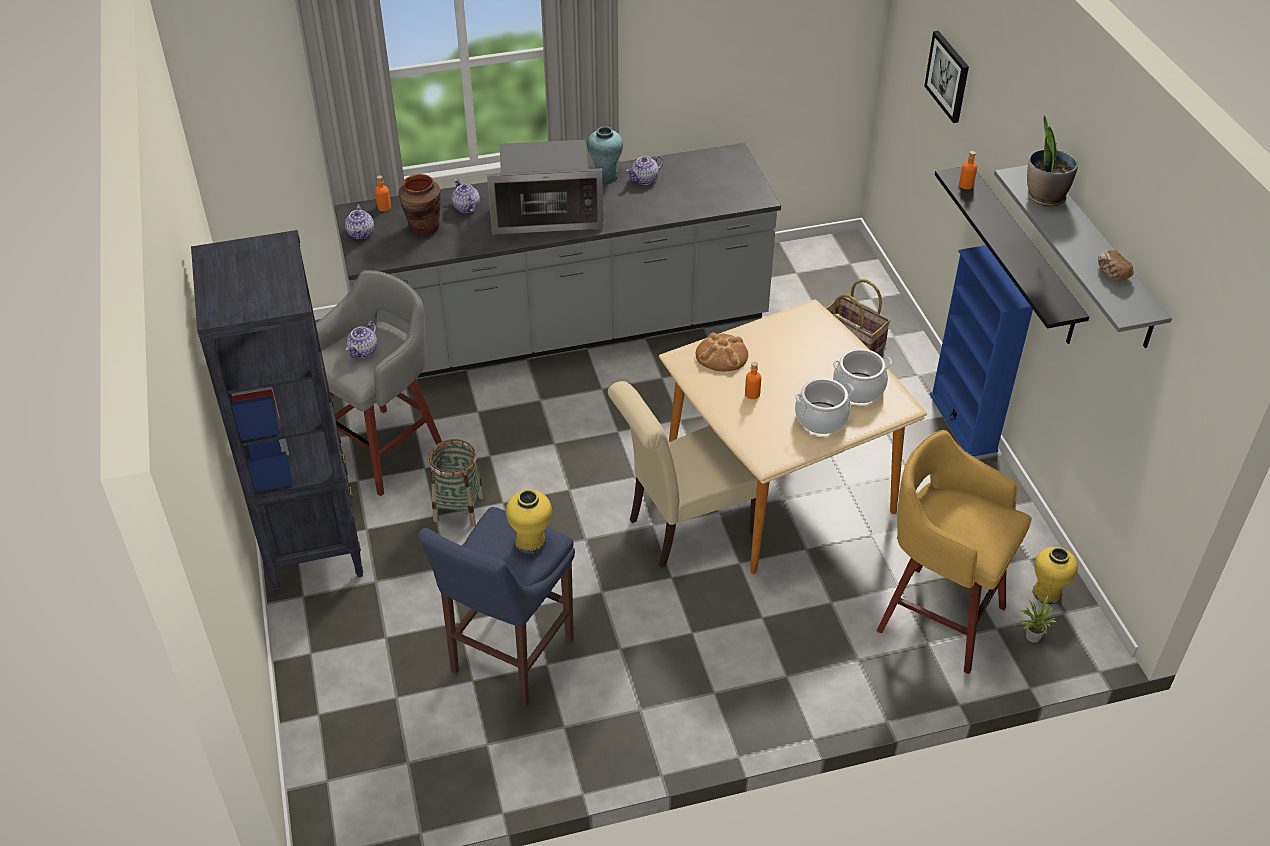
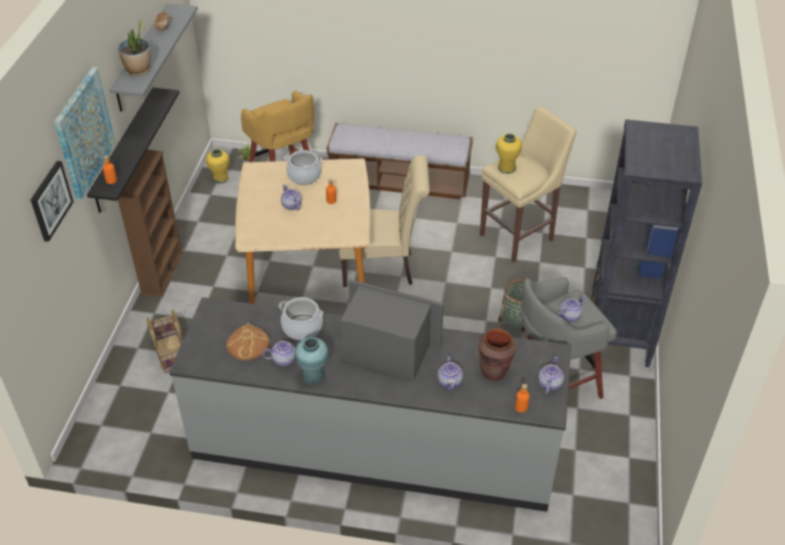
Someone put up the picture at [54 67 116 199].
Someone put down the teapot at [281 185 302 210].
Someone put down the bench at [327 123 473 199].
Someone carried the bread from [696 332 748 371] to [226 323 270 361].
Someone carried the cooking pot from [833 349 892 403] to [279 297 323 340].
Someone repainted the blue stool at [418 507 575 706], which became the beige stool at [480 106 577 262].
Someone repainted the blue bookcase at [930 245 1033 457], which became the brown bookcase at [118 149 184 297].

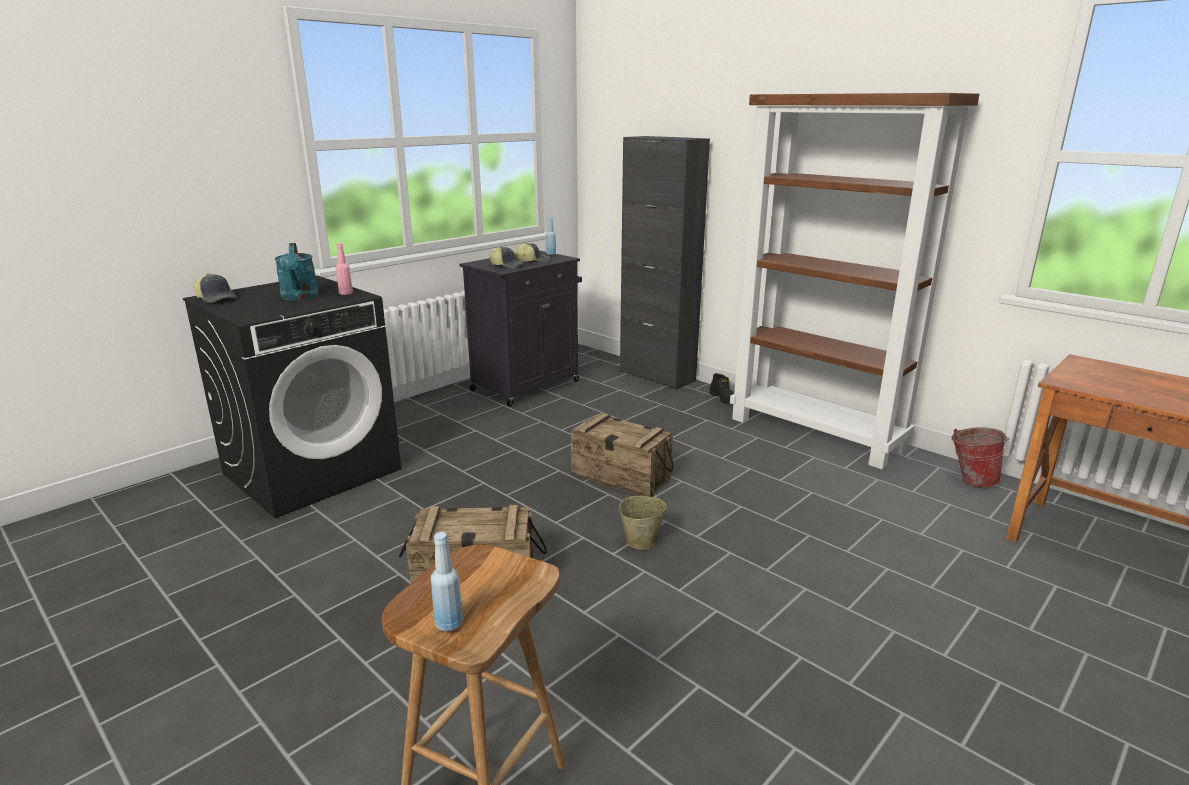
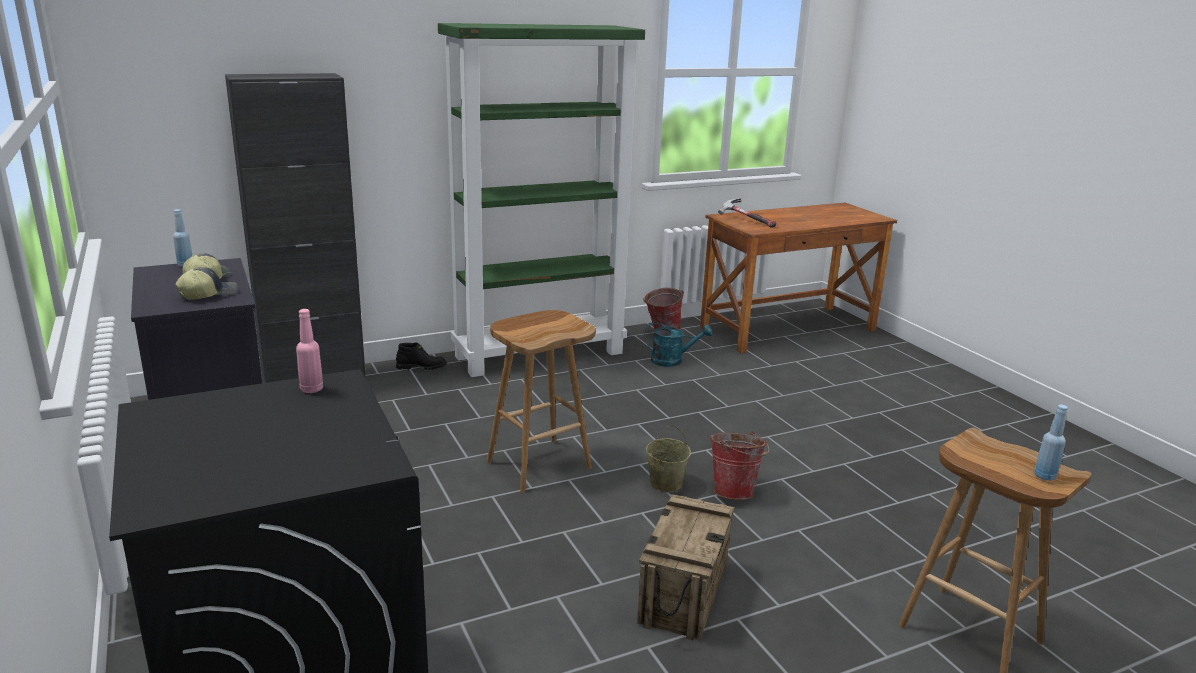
Someone took away the cap at [194 273 237 303].
Someone put down the bucket at [710 431 770 500].
Someone put down the hammer at [718 198 776 228].
Someone carried the turquoise watering can from [275 243 319 301] to [645 322 713 367].
Someone swapped the crate at [571 413 674 497] for the brown stool at [487 310 596 492].
Someone repainted the brown bookcase at [730 93 980 469], which became the green bookcase at [438 23 645 377].

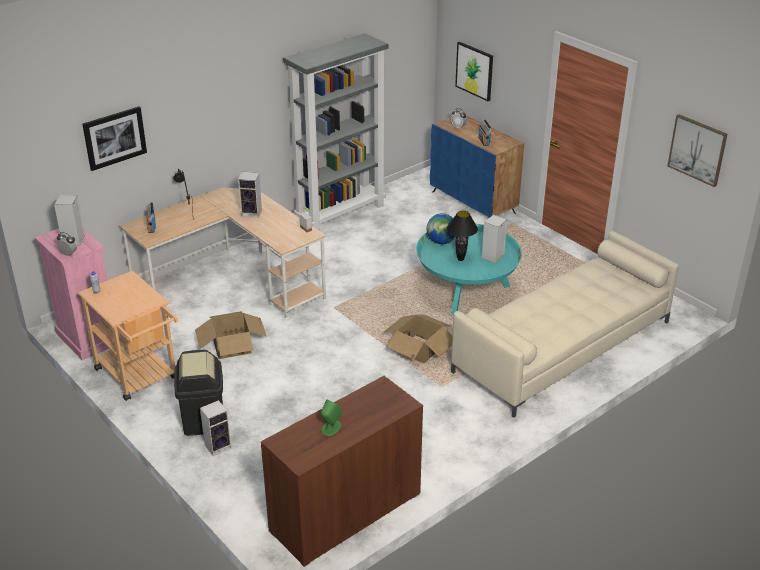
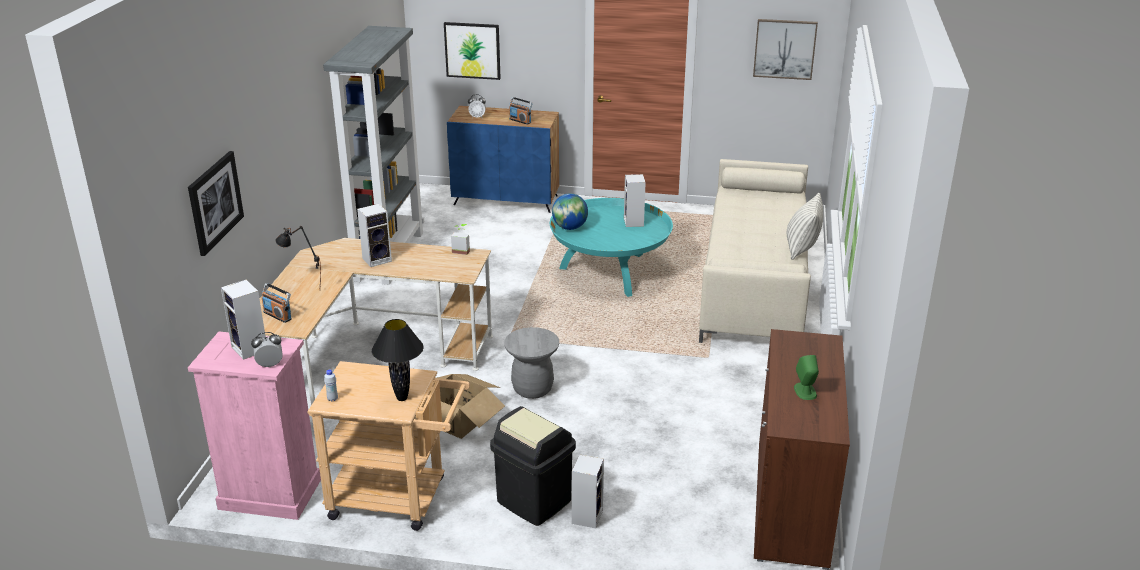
Someone took away the cardboard box at [383 315 452 364].
Someone put down the grey stool at [504 327 559 399].
Someone put down the pillow at [787 193 823 260].
Someone carried the black table lamp from [447 211 478 261] to [372 319 424 401].

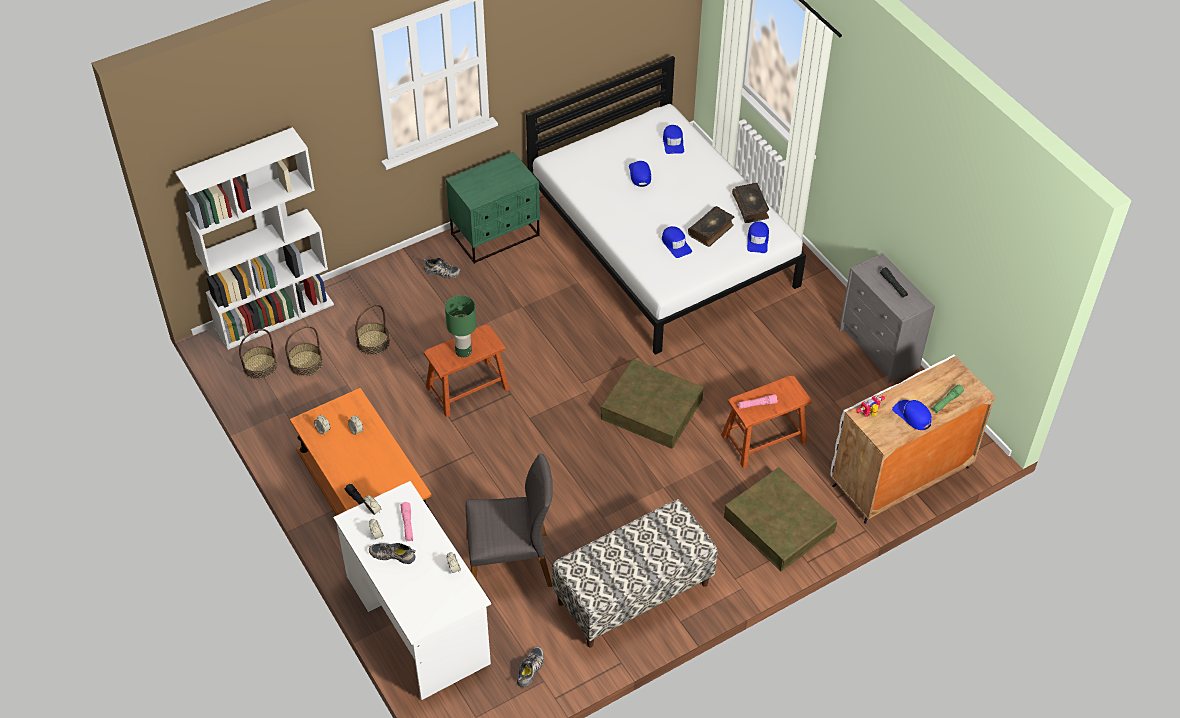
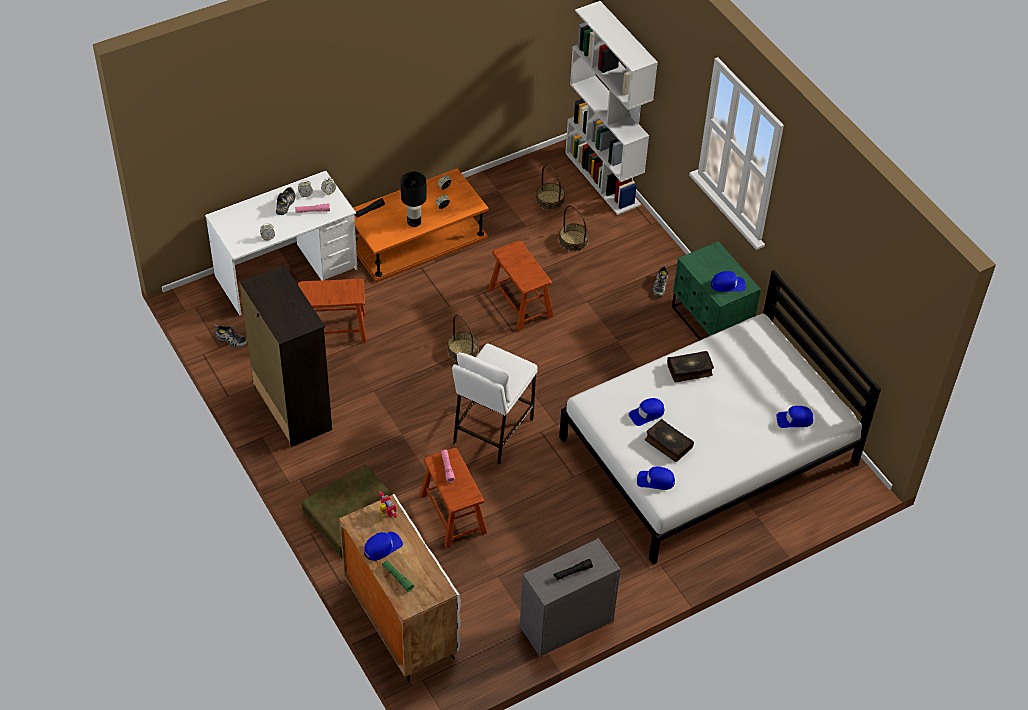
Someone took away the green table lamp at [445 295 476 357].
Someone put down the black table lamp at [401 172 427 227].
Someone carried the basket from [239 329 277 379] to [447 314 479 362].
Someone carried the blue cap from [629 161 651 187] to [711 271 746 292].
Someone carried the book from [732 183 769 223] to [667 351 714 382].
Someone swapped the grey chair at [466 453 553 587] for the brown stool at [298 279 367 343].
Someone swapped the bench at [552 499 718 648] for the black dresser at [239 265 332 447].
Someone swapped the brown storage box at [600 359 704 449] for the white stool at [452 343 538 465].

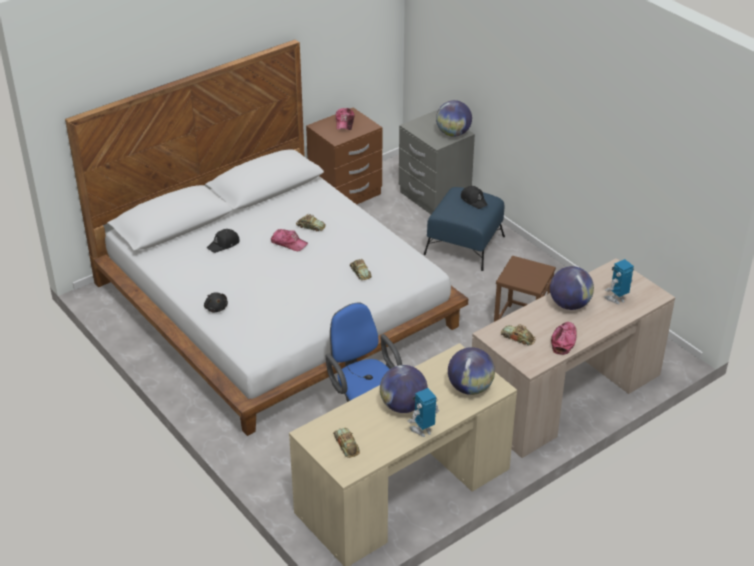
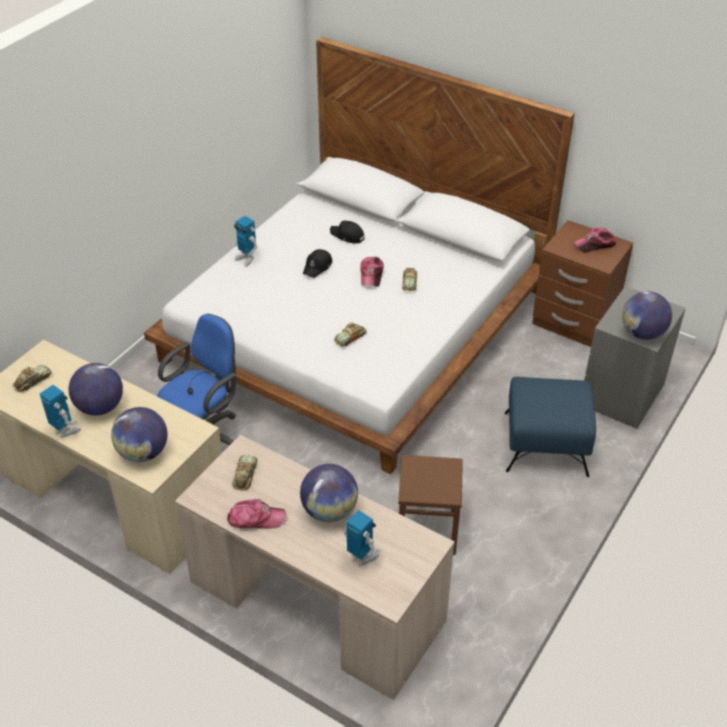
Someone carried the black cap from [461 186 488 209] to [303 249 332 278].
Someone swapped the black plush toy at [204 292 228 312] for the toy robot at [233 216 257 267].

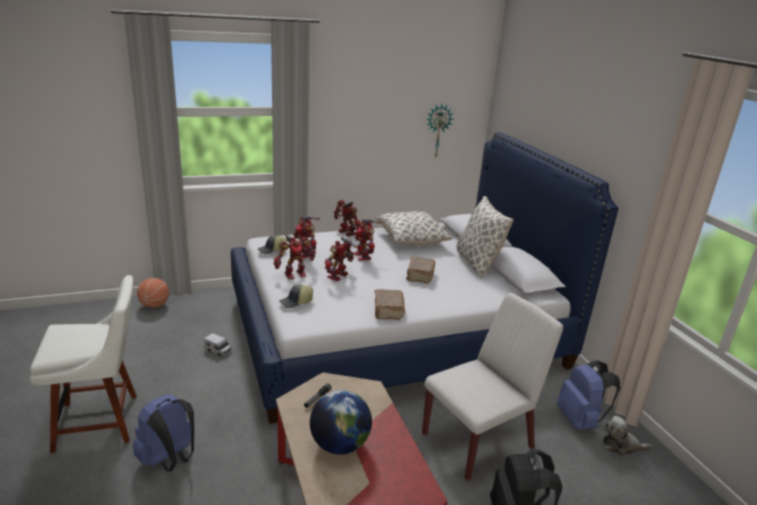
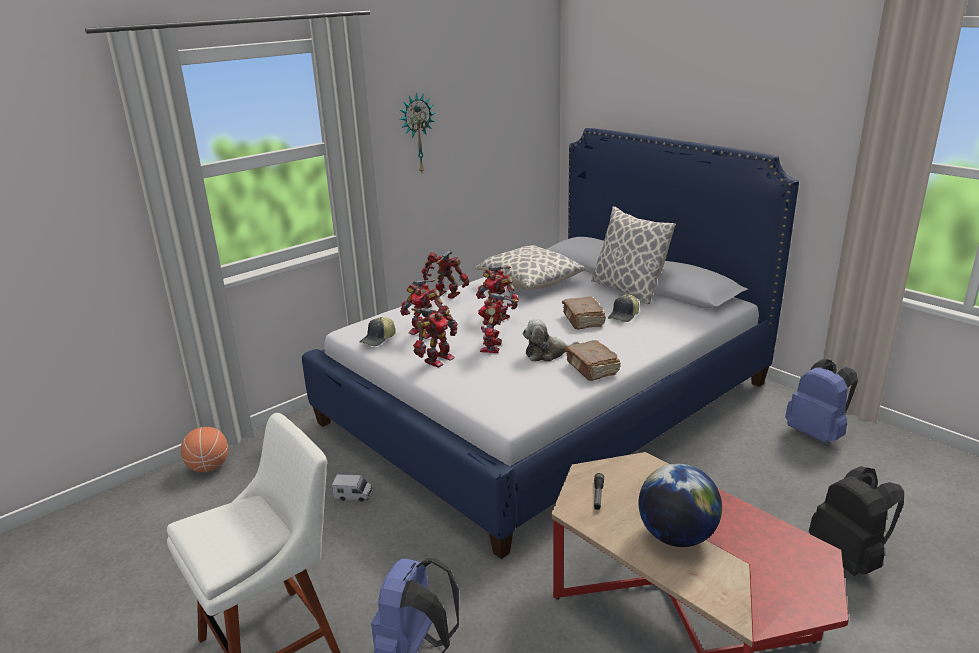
Someone took away the white chair at [422 292 563 481].
Someone carried the cap from [279 285 313 308] to [608 295 639 322].
Someone carried the wall clock from [426 104 453 157] to [400 92 435 172].
Someone carried the plush toy from [603 416 652 456] to [523 319 579 362].

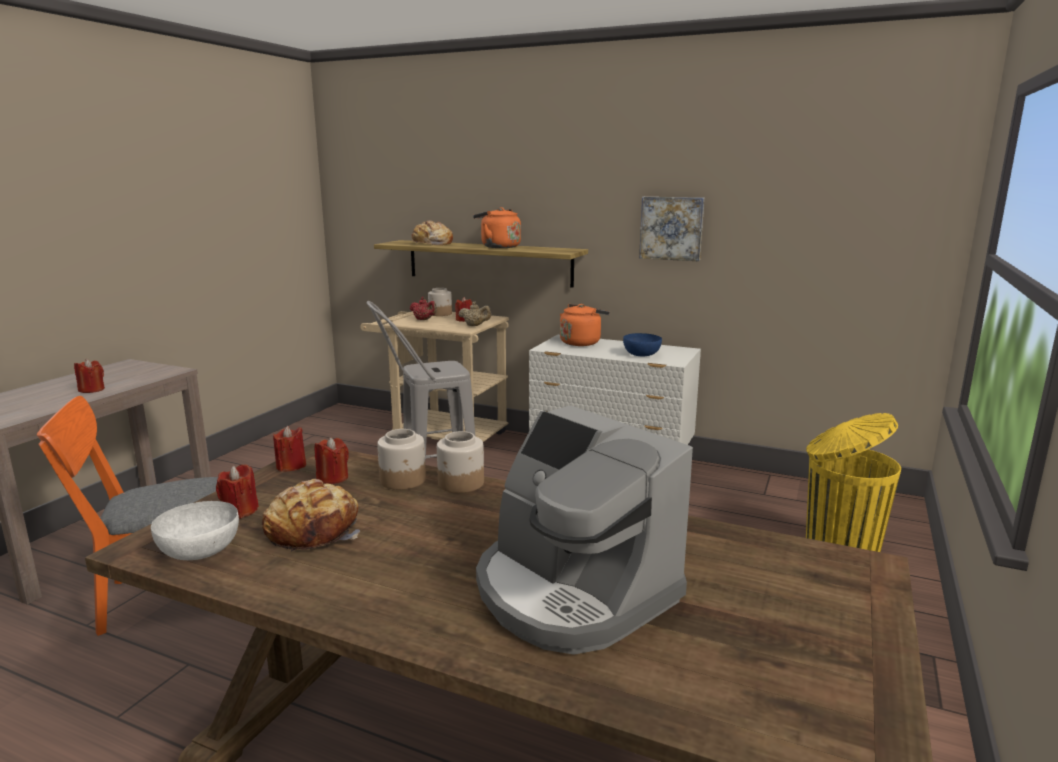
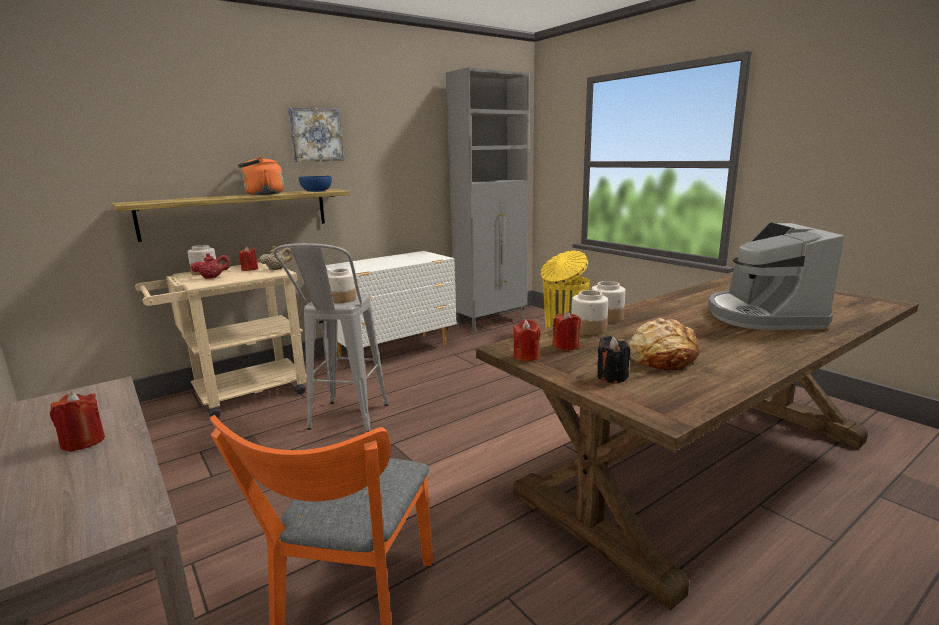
Someone took away the white bowl at [151 501 239 560].
Someone took away the bread at [411 221 453 245].
Someone took away the orange kettle at [560 304 609 346].
Someone put down the jar at [328 269 356 303].
Someone put down the grey cabinet at [446 67 529 333].
Someone carried the blue bowl from [623 333 662 356] to [299 176 332 192].
Someone carried the picture from [639 197 704 261] to [288 108 344 162].
Someone repainted the red candle at [216 464 259 519], which became the black candle at [597 336 630 383].
Someone rotated the coffee machine at [476 405 693 655] by 105 degrees clockwise.

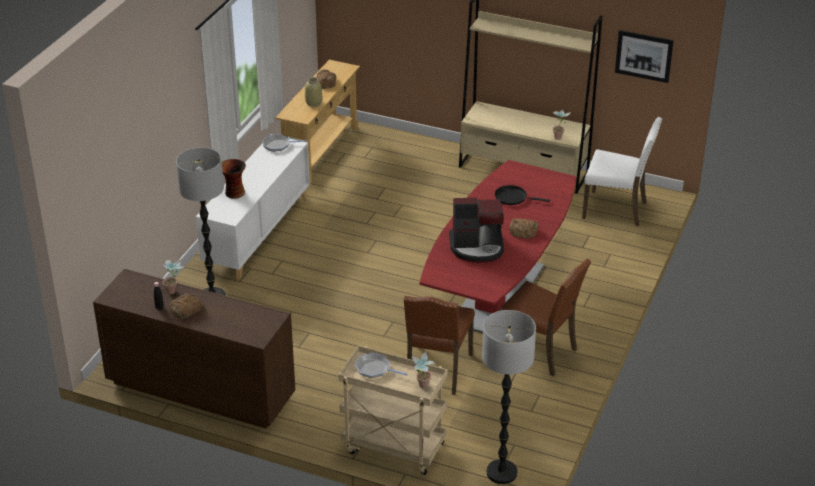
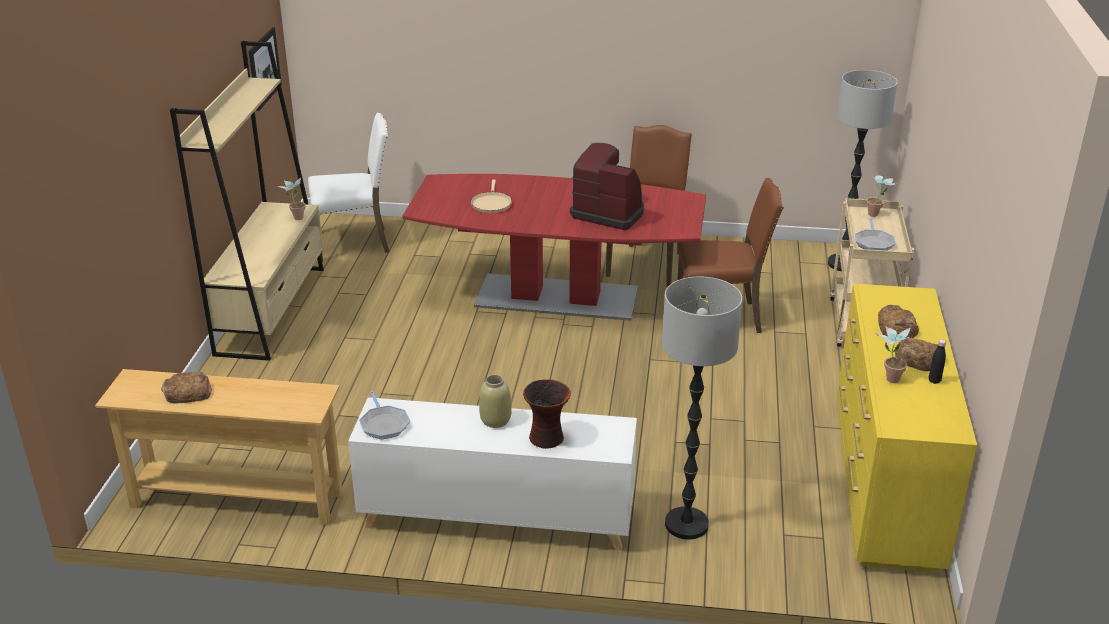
Someone carried the beige vase from [305 77 322 107] to [479 374 511 428].
Someone carried the bread from [509 218 539 239] to [878 305 919 339].
Someone repainted the brown dresser at [93 269 295 429], which became the yellow dresser at [837 284 977 573].
Someone repainted the black frying pan at [495 185 550 205], which became the beige frying pan at [471 179 512 213].
Someone rotated the coffee machine at [449 198 504 263] by 45 degrees counterclockwise.
Someone rotated the white chair at [582 117 662 226] by 75 degrees clockwise.

